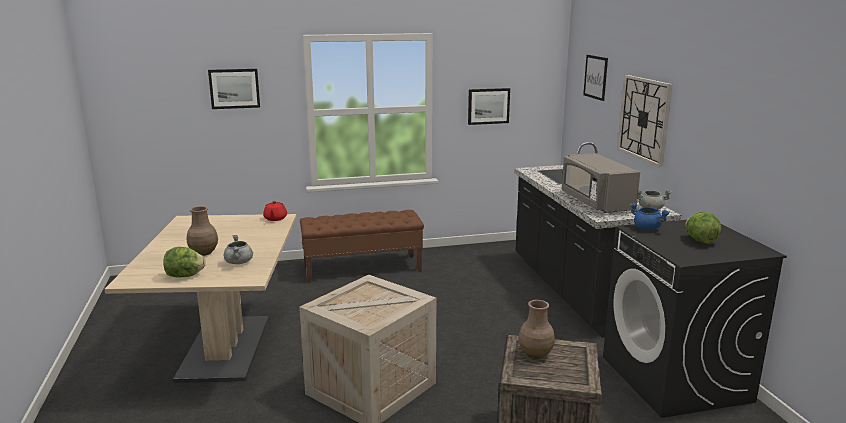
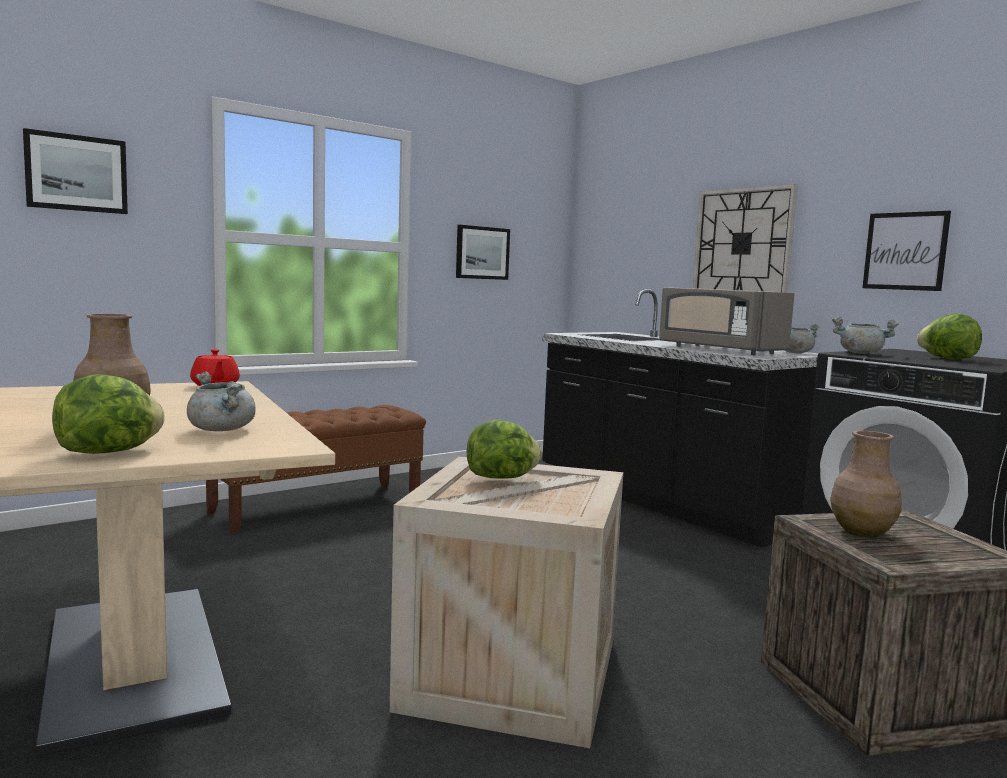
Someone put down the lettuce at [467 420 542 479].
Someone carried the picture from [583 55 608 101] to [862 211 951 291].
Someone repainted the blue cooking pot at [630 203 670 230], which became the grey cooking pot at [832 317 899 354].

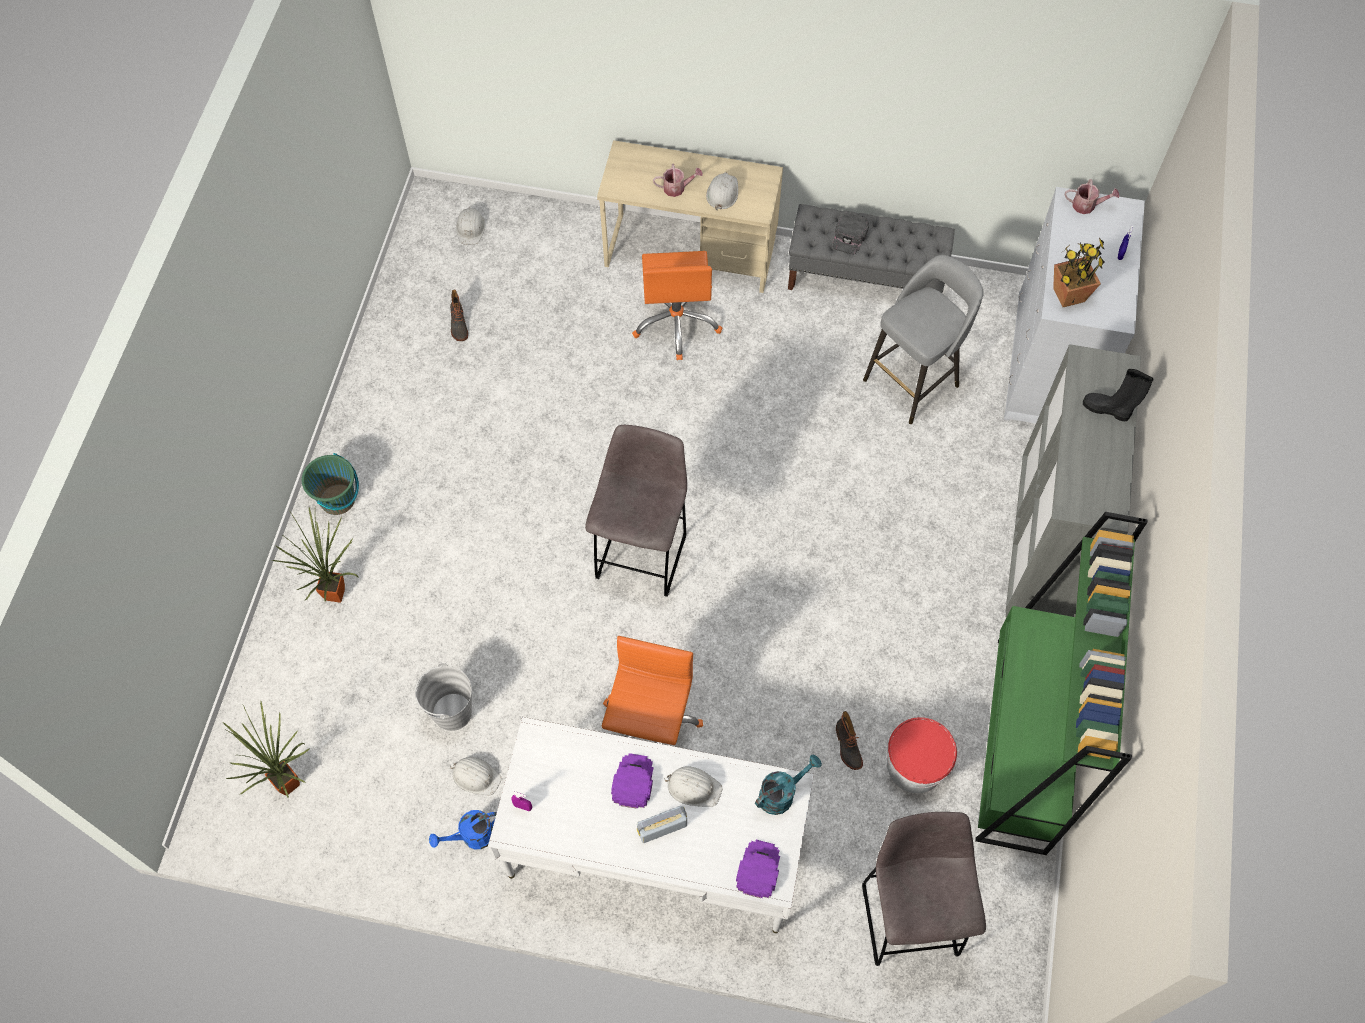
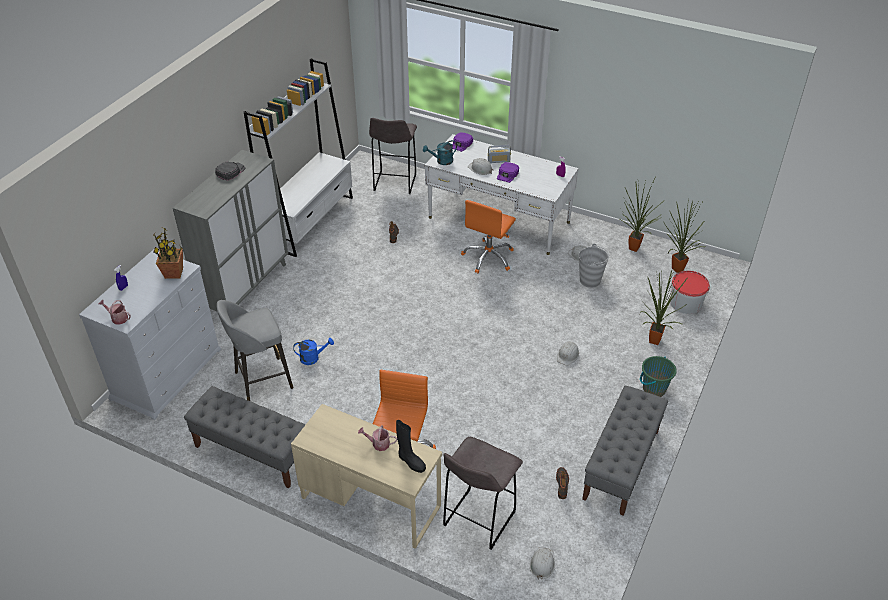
Someone put down the grey bench at [582 386 668 516].
Someone put down the potted plant at [619 181 665 252].
Someone carried the blue watering can from [429 810 497 849] to [293 338 334 365].
Someone carried the grey stool from [585 425 687 597] to [443 437 523 550].
Someone carried the white hard hat from [706 172 738 211] to [557 342 579 366].
Someone carried the black cap from [833 212 869 255] to [215 161 245 181].
Someone carried the bucket from [887 717 957 793] to [670 271 710 314].
Someone carried the black boot from [1083 369 1153 421] to [396 420 426 473].
Someone repainted the green bookcase at [975 512 1147 855], which became the white bookcase at [244 58 353 257].

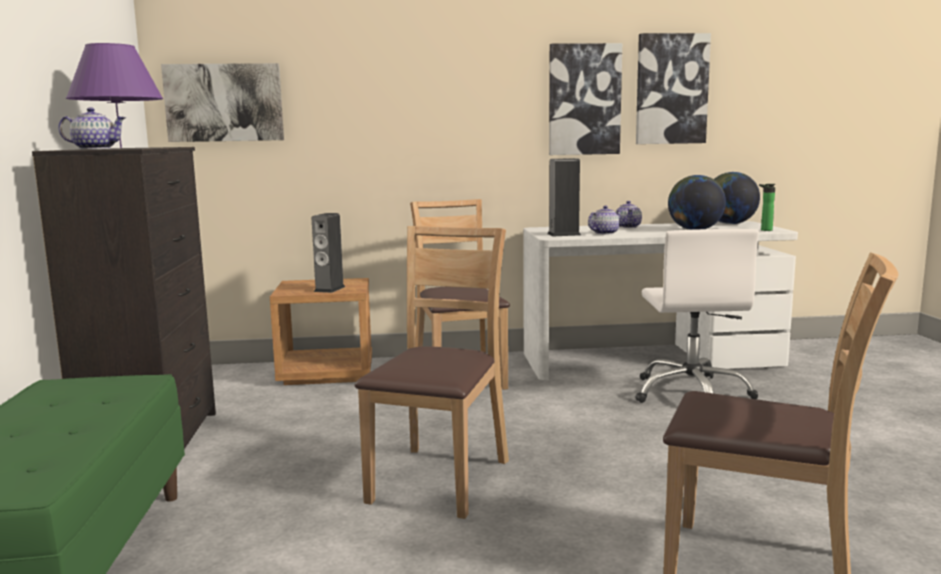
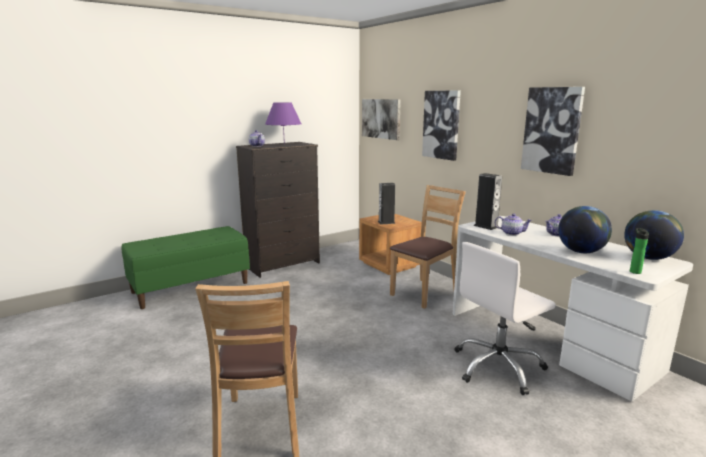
Someone took away the brown chair at [355 226 509 519].
Someone carried the picture from [636 33 711 144] to [422 90 461 161].

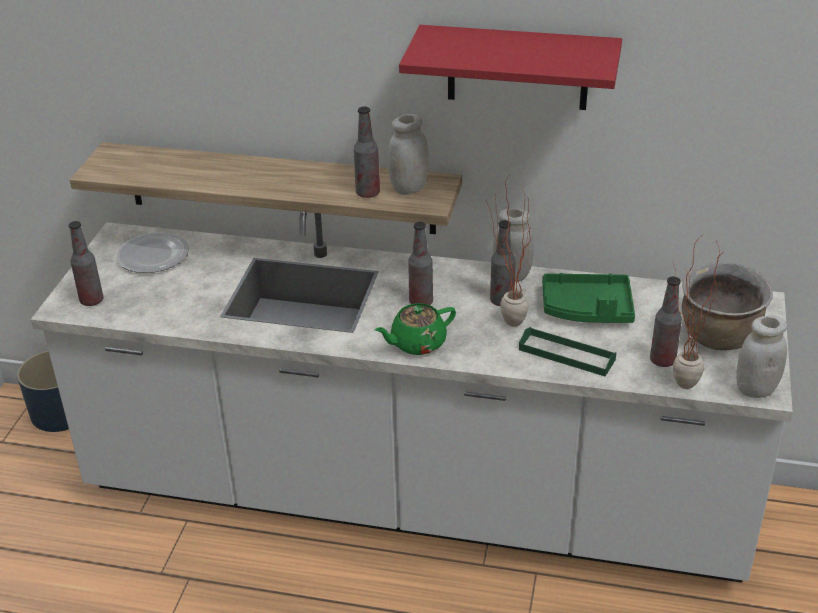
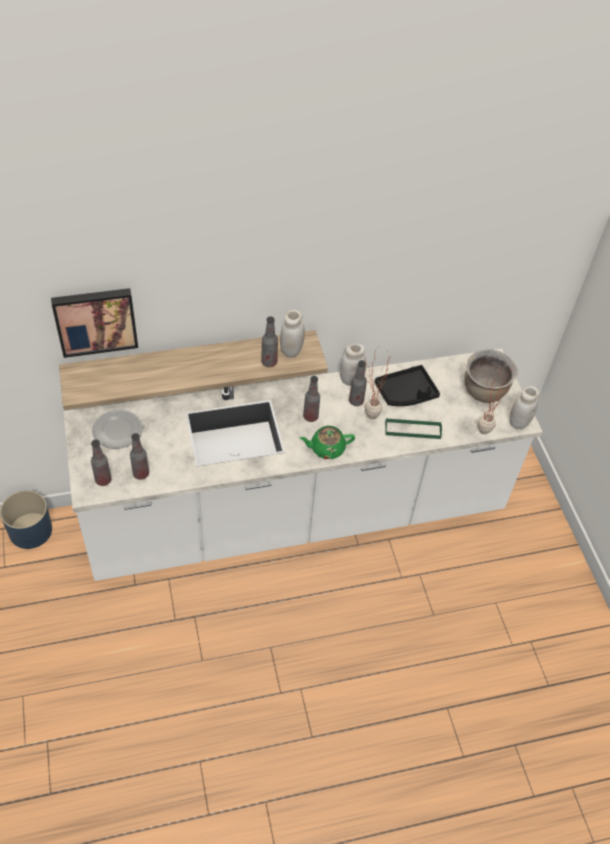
Someone took away the red shelf at [399 25 622 110].
Someone put up the picture at [51 288 138 358].
Someone carried the bottle from [650 277 682 367] to [130 433 149 480].
Someone repainted the green tray at [542 273 635 323], which became the black tray at [375 365 440 406].
Someone rotated the green teapot at [375 303 456 355] by 45 degrees clockwise.

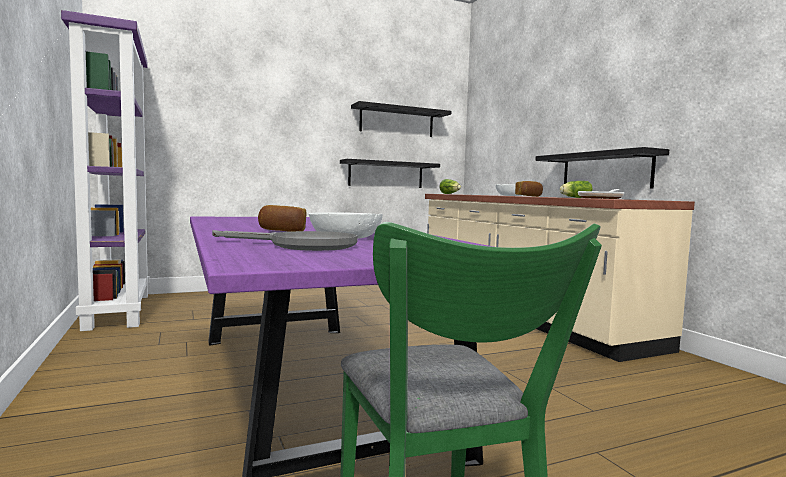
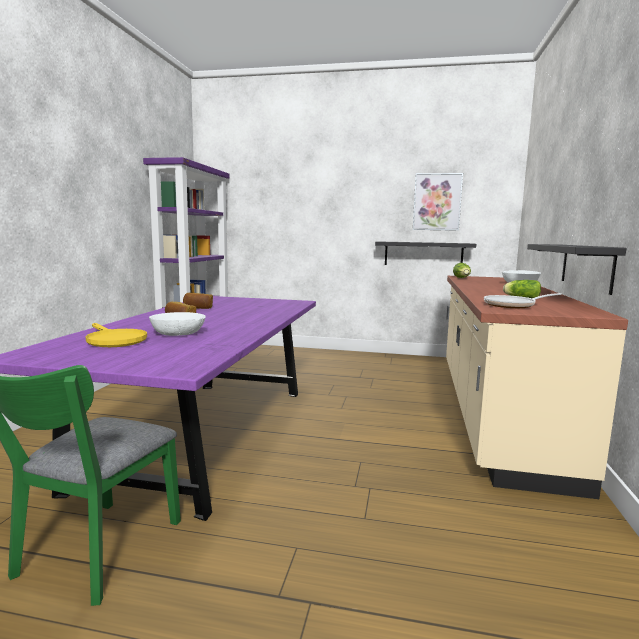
Someone carried the bread from [515 181 543 197] to [183 293 213 309].
Someone swapped the black shelf at [351 101 451 137] for the picture at [413 173 463 231].
Someone repainted the grey frying pan at [212 230 358 251], which became the yellow frying pan at [86 323 147 347].

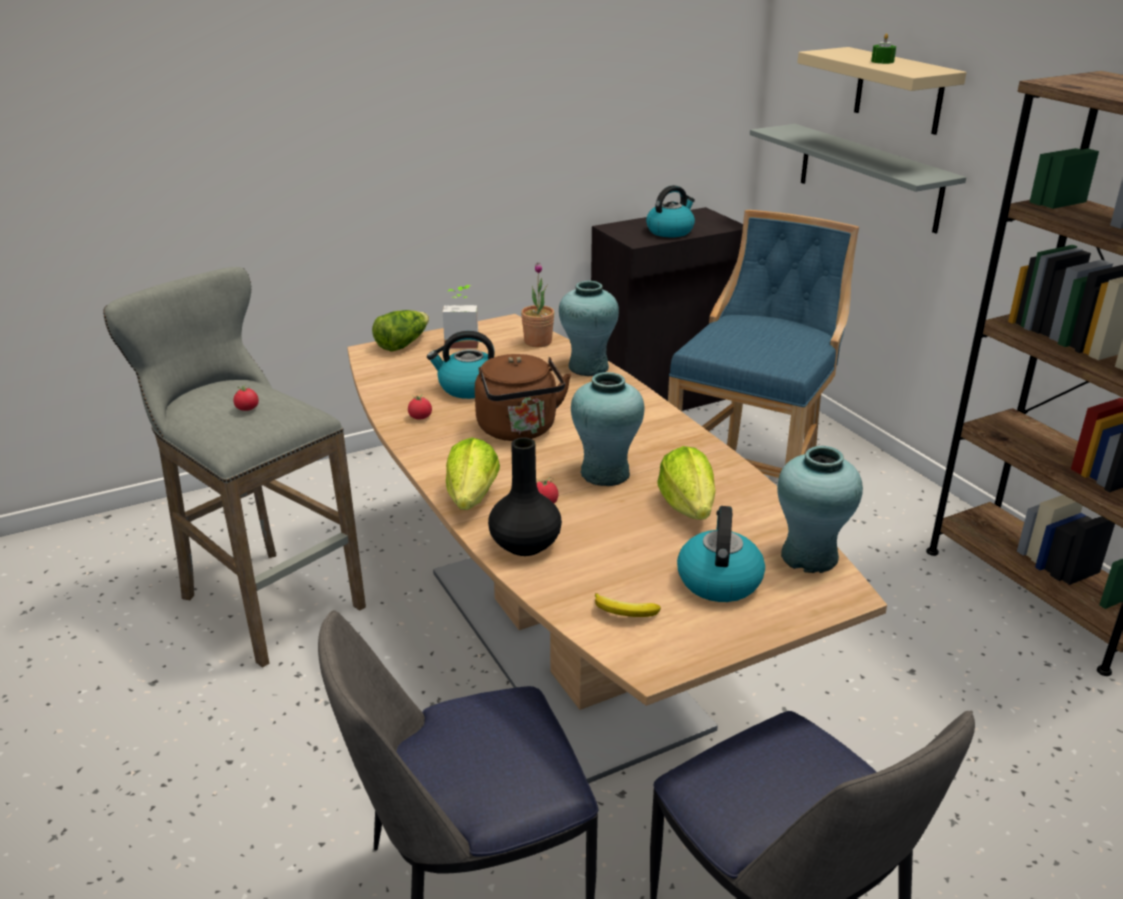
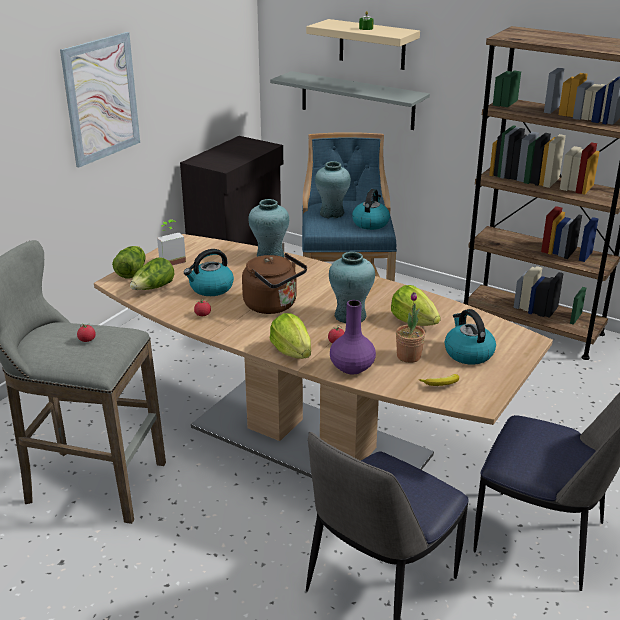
Someone put up the picture at [60 32 140 167].
Someone put down the lettuce at [130 257 174 290].
Someone carried the potted plant from [521 262 555 347] to [396 292 425 363].
Someone carried the kettle from [646 185 695 237] to [352 189 390 230].
Someone carried the turquoise vase from [777 446 863 573] to [315 161 351 218].
Someone repainted the black vase at [488 437 562 556], which became the purple vase at [330 300 376 374].

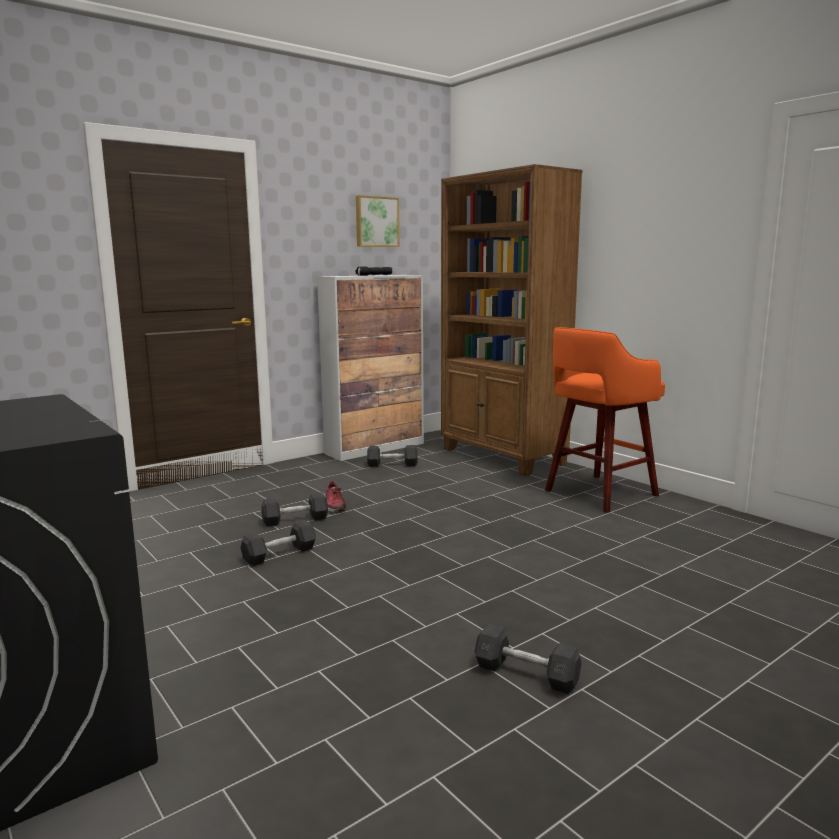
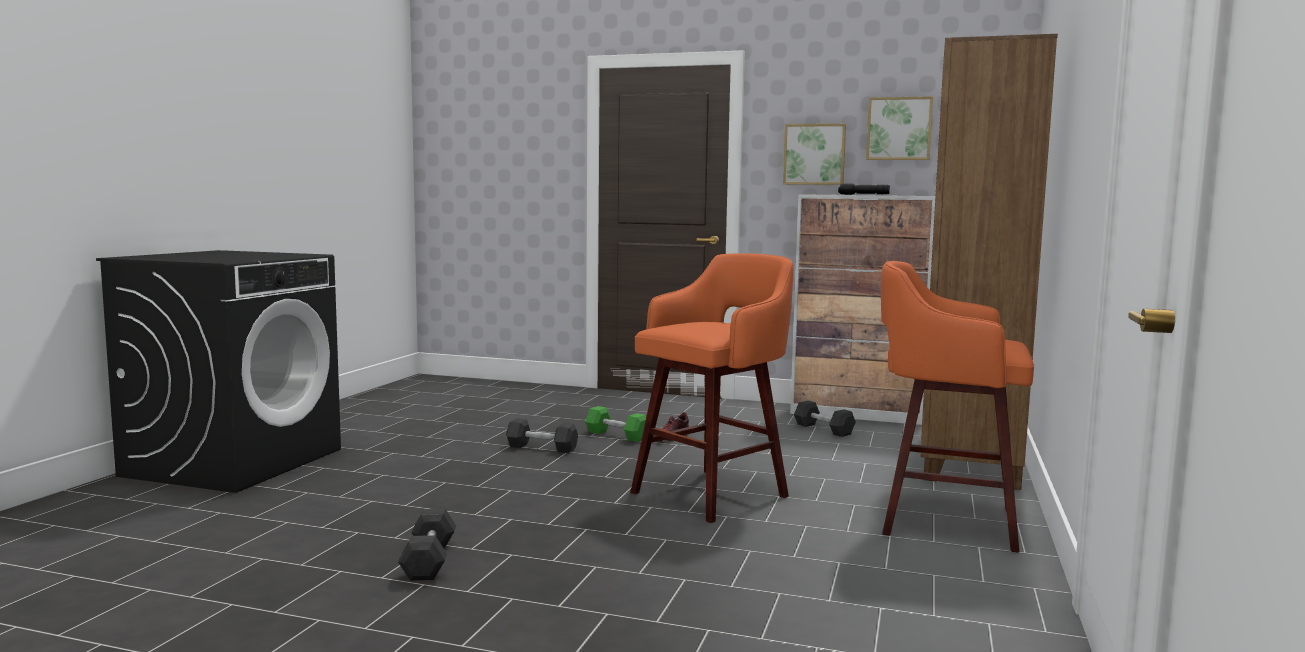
Someone put down the orange stool at [630 253 794 523].
Someone put up the picture at [783 124 846 185].
Someone repainted the grey dumbbell at [262 492 328 527], which became the green dumbbell at [585 406 646 442].

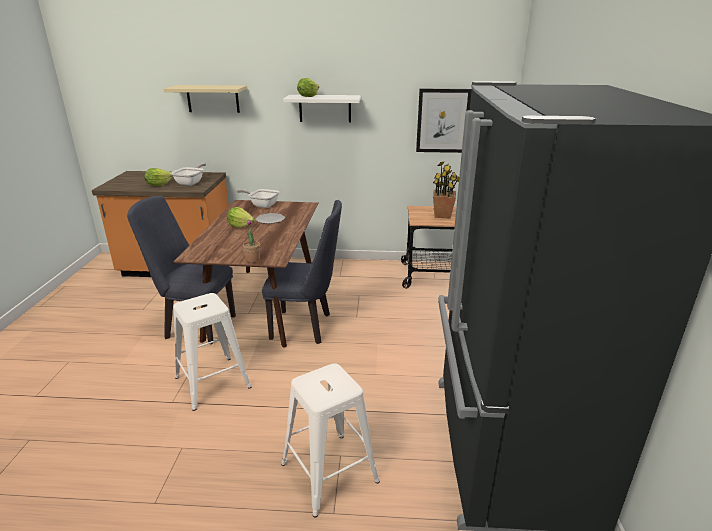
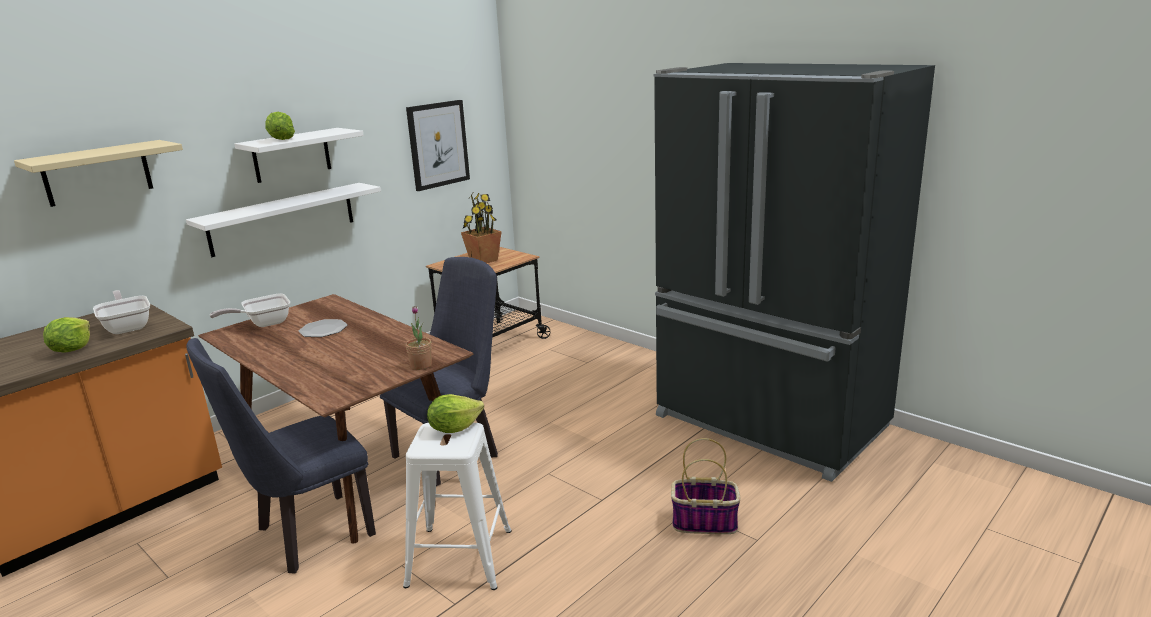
Someone put up the white shelf at [186 183 381 257].
Someone carried the lettuce from [227 207 255 228] to [427 394 484 433].
Someone swapped the white stool at [281 363 380 517] for the basket at [671 438 741 534].

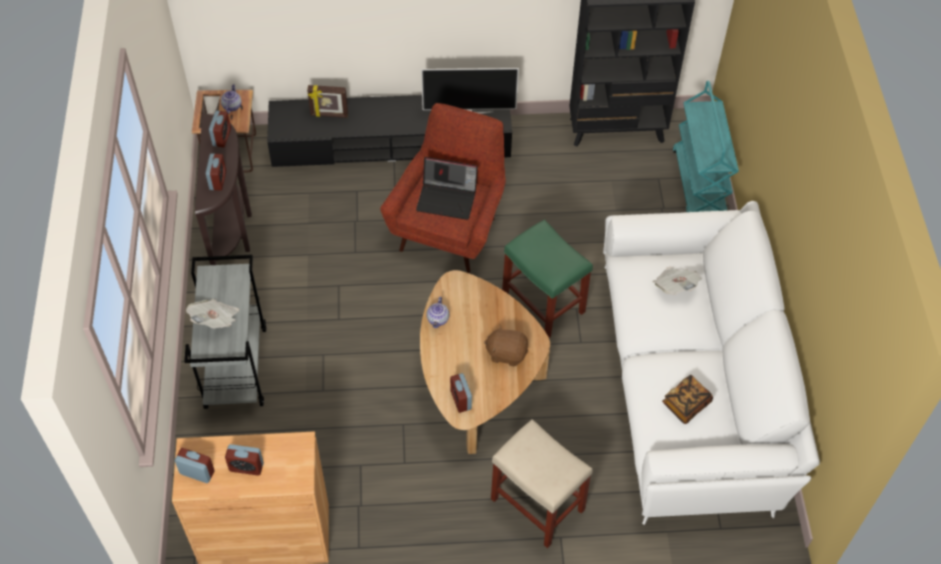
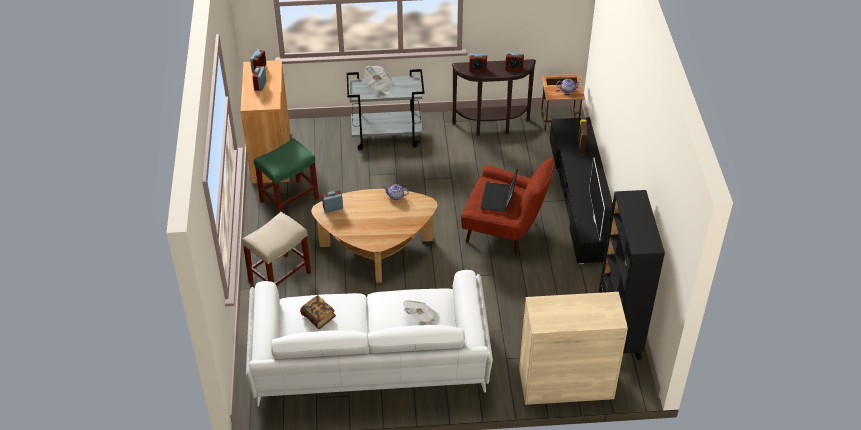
Someone took away the brown plush toy at [484 325 528 366].
Someone carried the green stool from [502 220 593 338] to [254 138 319 214].
Someone swapped the turquoise cart at [673 81 739 212] for the beige cabinet at [519 292 628 405].

